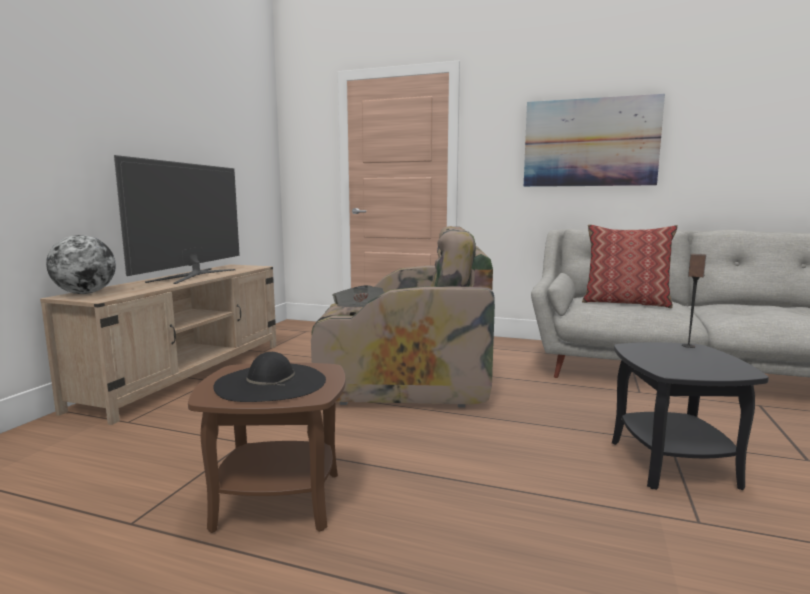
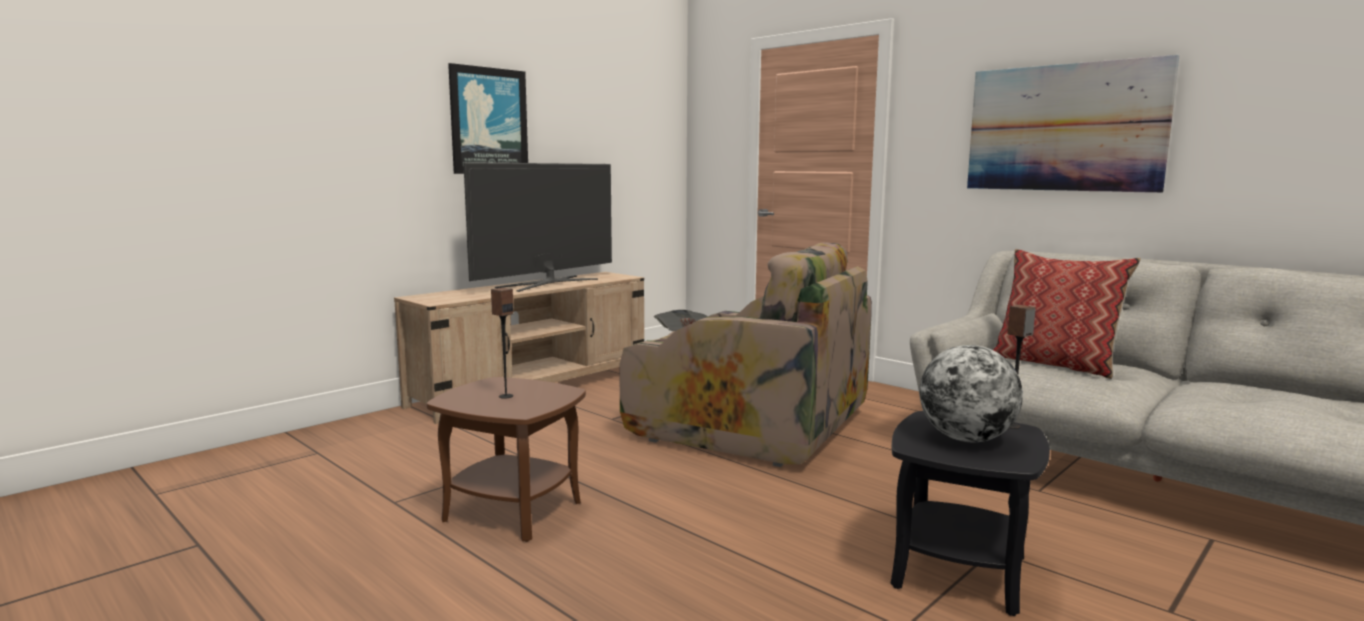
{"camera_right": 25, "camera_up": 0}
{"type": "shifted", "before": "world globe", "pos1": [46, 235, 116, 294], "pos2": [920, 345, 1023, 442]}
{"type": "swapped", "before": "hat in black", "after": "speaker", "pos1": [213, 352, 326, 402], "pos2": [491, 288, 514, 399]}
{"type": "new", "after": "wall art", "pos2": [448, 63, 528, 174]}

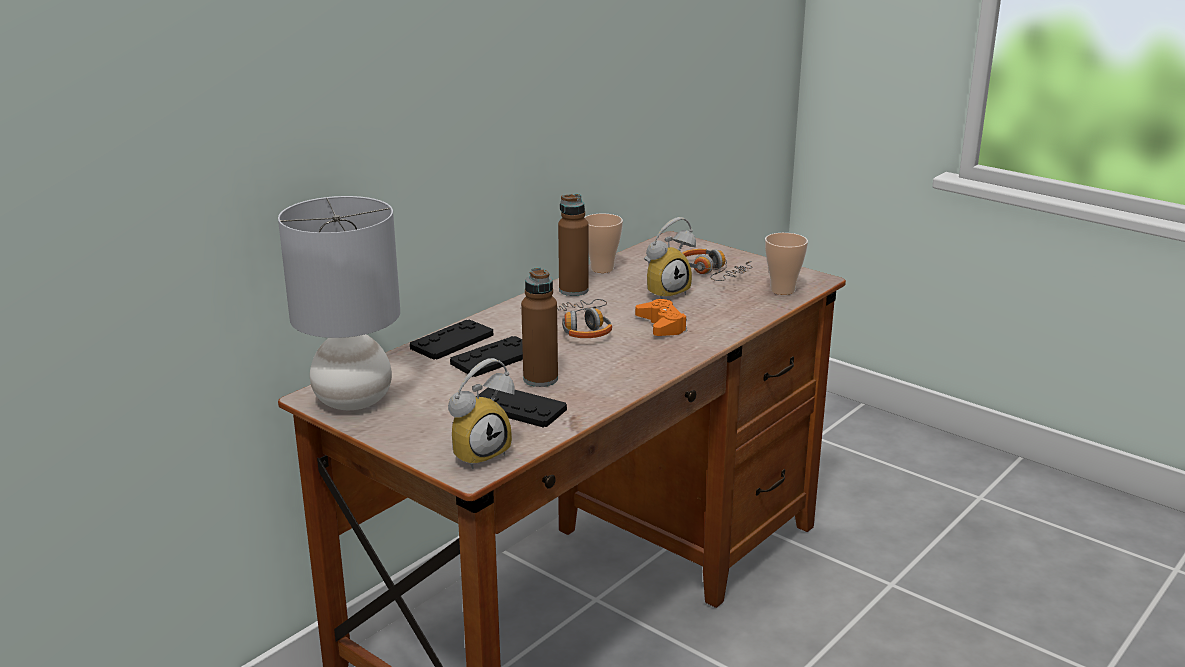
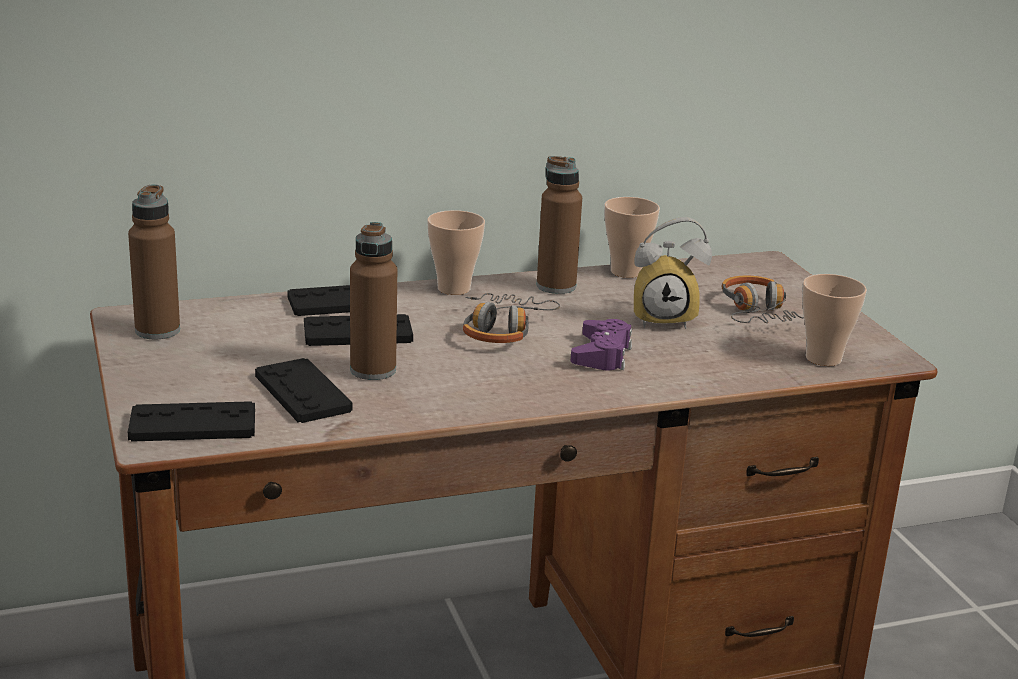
{"camera_right": 30, "camera_up": 0}
{"type": "swapped", "before": "lamp for a table in gray", "after": "beverage bottle in brown", "pos1": [278, 196, 400, 410], "pos2": [128, 184, 180, 339]}
{"type": "repainted", "before": "game controller in orange-coloured", "after": "game controller in purplish", "pos1": [635, 299, 687, 336], "pos2": [571, 319, 632, 370]}
{"type": "swapped", "before": "alarm clock", "after": "game controller in black", "pos1": [448, 358, 515, 469], "pos2": [128, 401, 255, 442]}
{"type": "new", "after": "drinking cup", "pos2": [427, 210, 485, 295]}

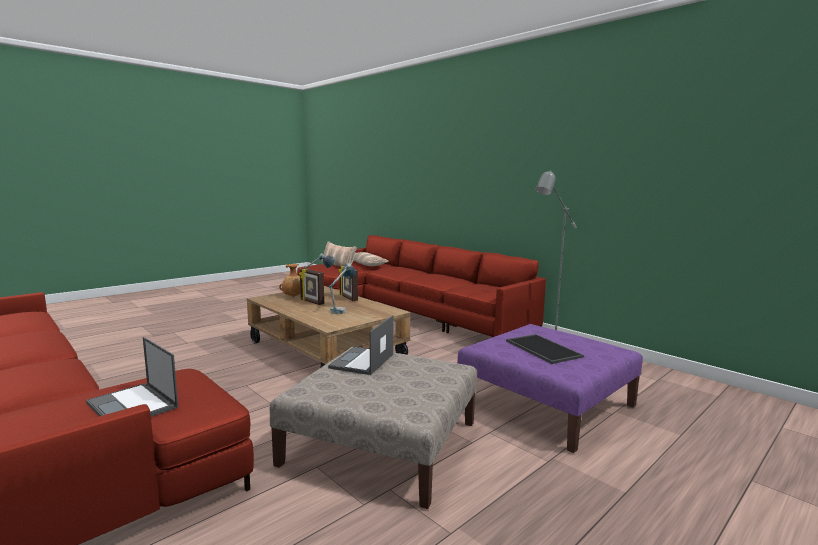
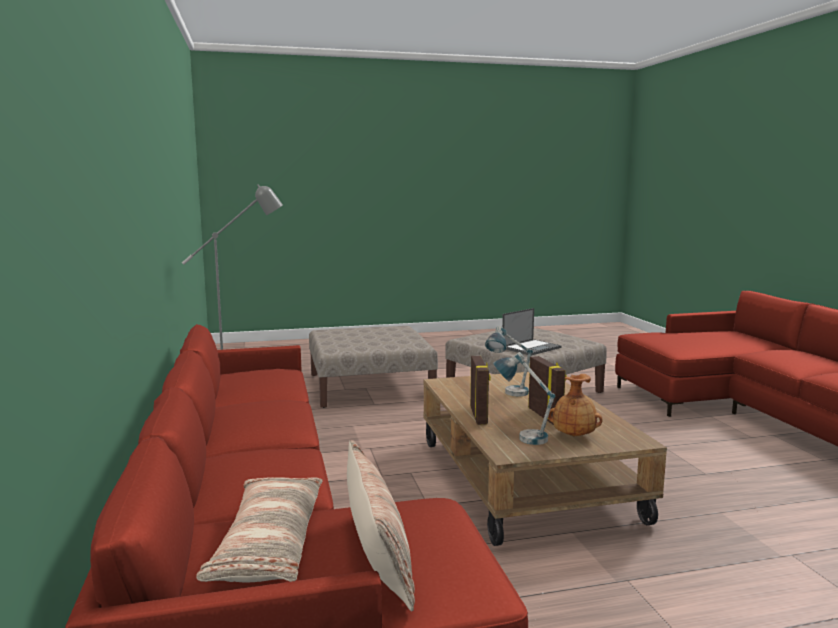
{"camera_right": -150, "camera_up": 0}
{"type": "repainted", "before": "pouffe in purplish", "after": "pouffe in beige-coloured", "pos1": [457, 324, 643, 453], "pos2": [309, 326, 438, 408]}
{"type": "gone", "before": "tray", "pos1": [506, 334, 584, 364]}
{"type": "gone", "before": "notebook computer", "pos1": [86, 337, 178, 417]}

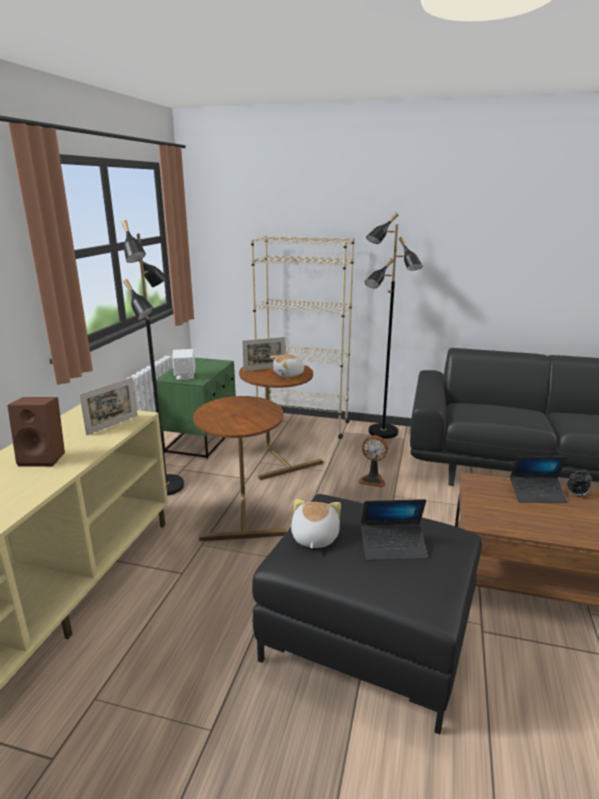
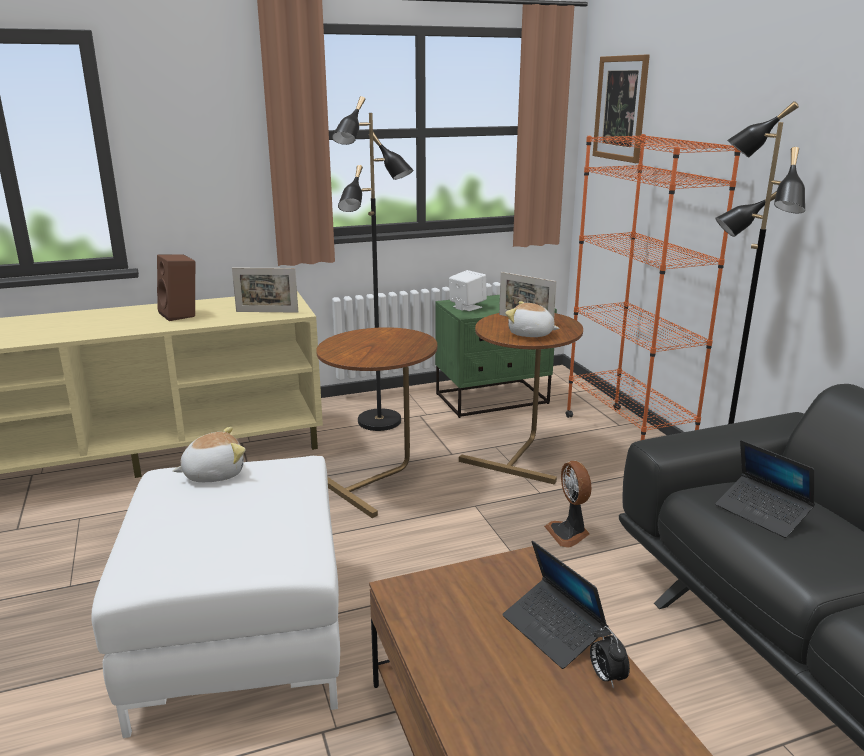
{"camera_right": 55, "camera_up": 0}
{"type": "repainted", "before": "bookshelf in beige-coloured", "after": "bookshelf in orange-coloured", "pos1": [251, 236, 354, 439], "pos2": [566, 134, 740, 440]}
{"type": "repainted", "before": "pouffe in black", "after": "pouffe in white-coloured", "pos1": [252, 494, 482, 734], "pos2": [91, 456, 340, 738]}
{"type": "shifted", "before": "notebook computer", "pos1": [360, 499, 428, 561], "pos2": [715, 440, 815, 538]}
{"type": "new", "after": "wall art", "pos2": [593, 54, 650, 163]}

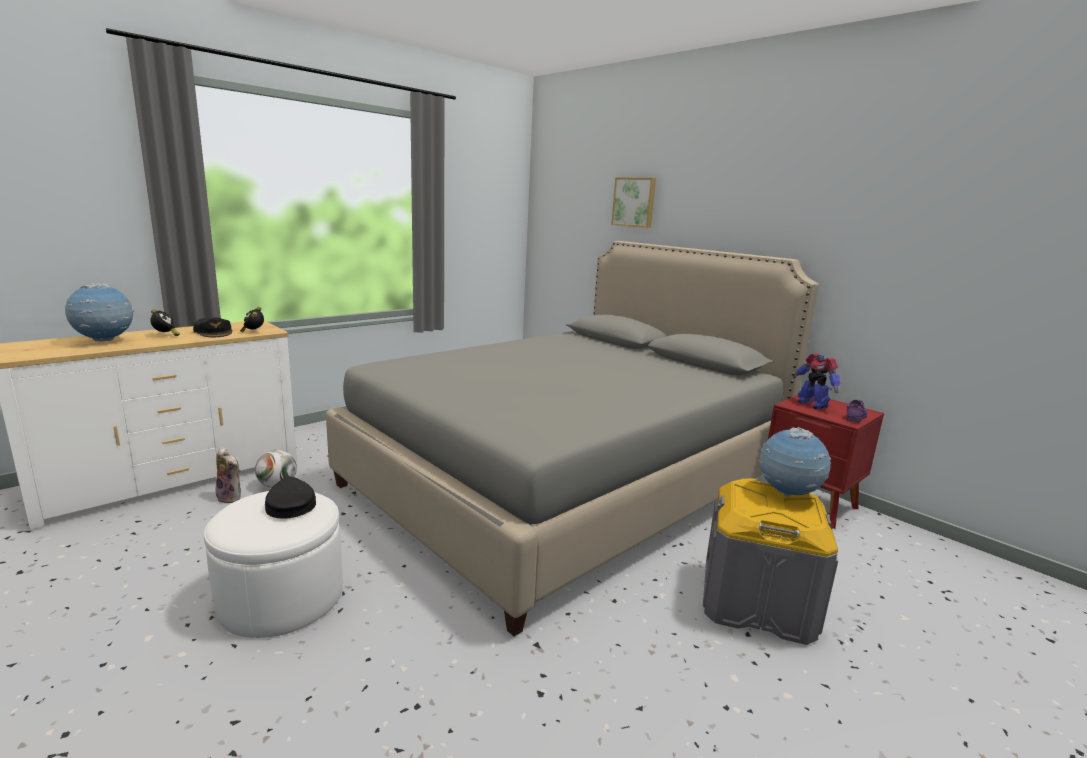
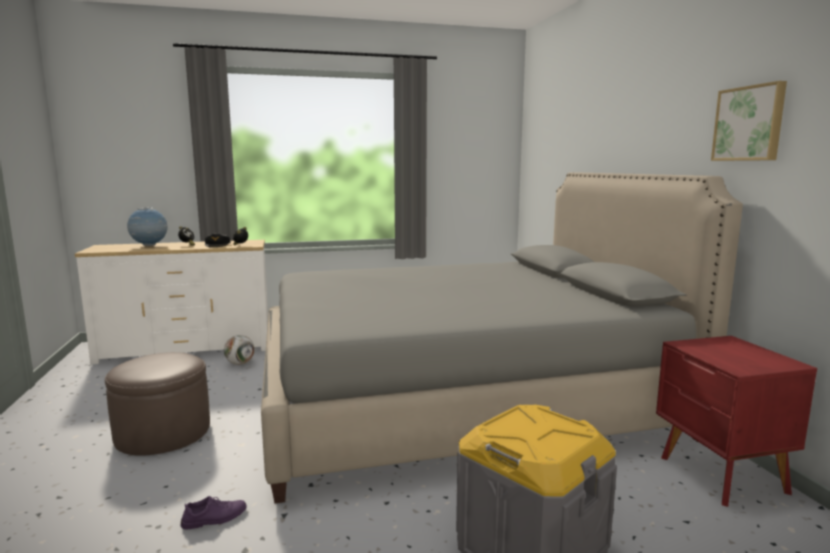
{"camera_right": 30, "camera_up": -5}
{"type": "shifted", "before": "wall art", "pos1": [611, 177, 656, 228], "pos2": [711, 81, 787, 161]}
{"type": "gone", "before": "model robot", "pos1": [793, 354, 840, 409]}
{"type": "shifted", "before": "item of footwear in purplish", "pos1": [846, 400, 868, 422], "pos2": [181, 496, 247, 530]}
{"type": "gone", "before": "world globe", "pos1": [758, 427, 831, 497]}
{"type": "gone", "before": "soft toy", "pos1": [214, 447, 241, 504]}
{"type": "gone", "before": "peaked cap in black", "pos1": [265, 476, 316, 519]}
{"type": "repainted", "before": "pouffe in white-coloured", "after": "pouffe in brown", "pos1": [204, 491, 343, 638], "pos2": [105, 352, 210, 456]}

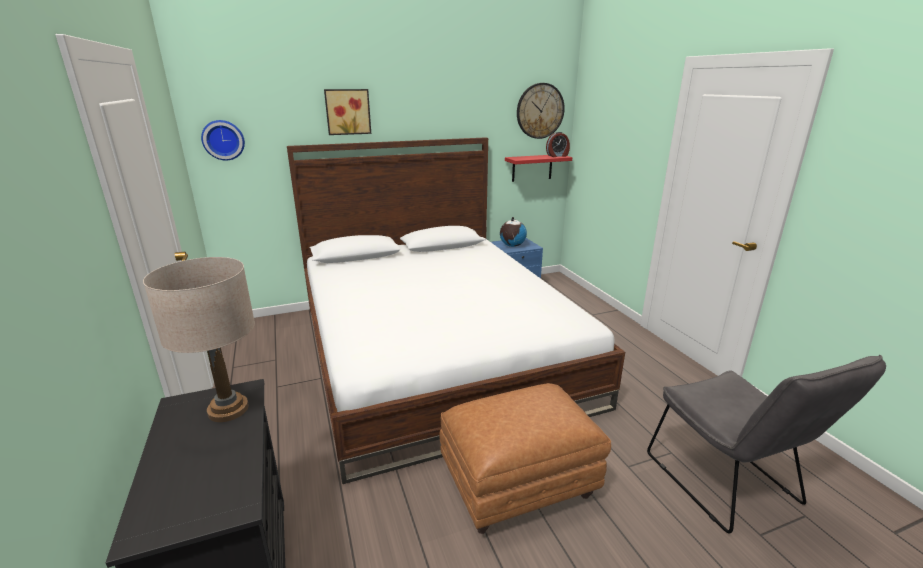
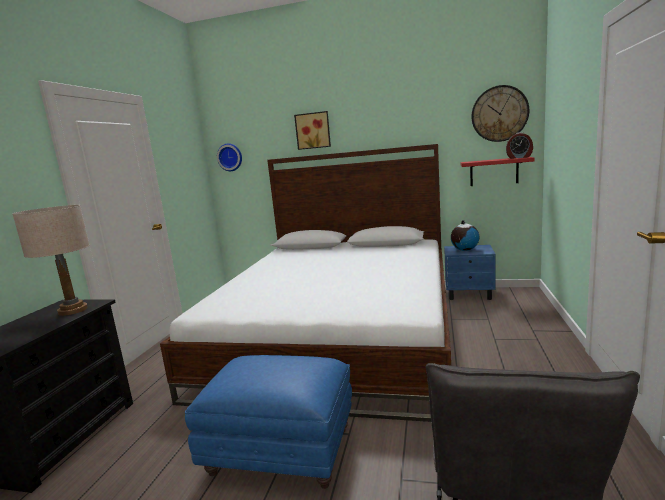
{"camera_right": 35, "camera_up": -10}
{"type": "repainted", "before": "pouffe in brown", "after": "pouffe in blue-coloured", "pos1": [439, 383, 611, 534], "pos2": [185, 355, 352, 489]}

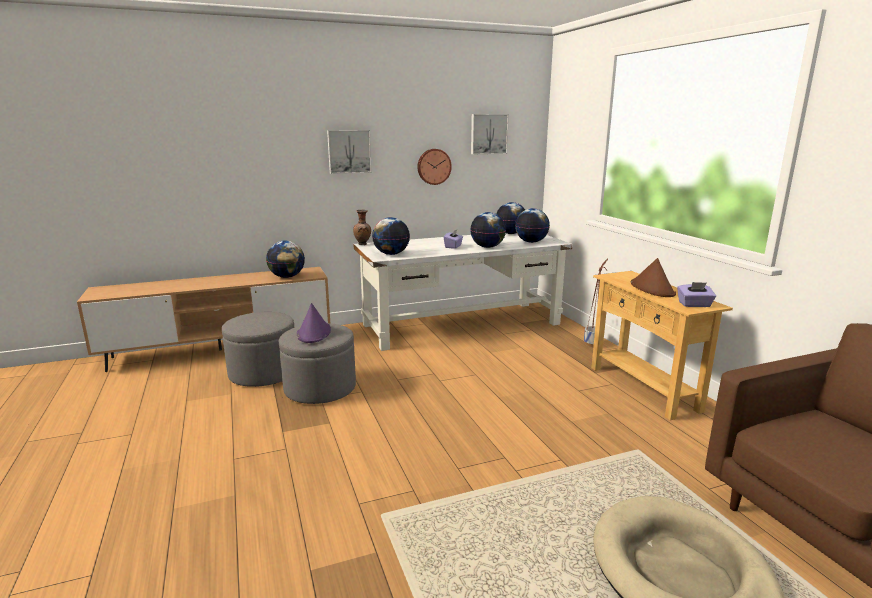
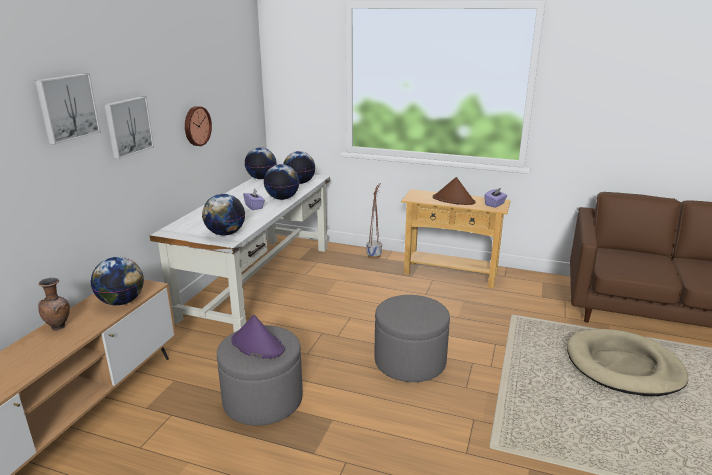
{"camera_right": -50, "camera_up": 5}
{"type": "shifted", "before": "wall art", "pos1": [471, 114, 509, 155], "pos2": [35, 73, 101, 145]}
{"type": "shifted", "before": "flower vase in brown", "pos1": [353, 210, 371, 245], "pos2": [38, 278, 70, 331]}
{"type": "shifted", "before": "pouffe in gray", "pos1": [222, 312, 294, 387], "pos2": [374, 295, 450, 382]}

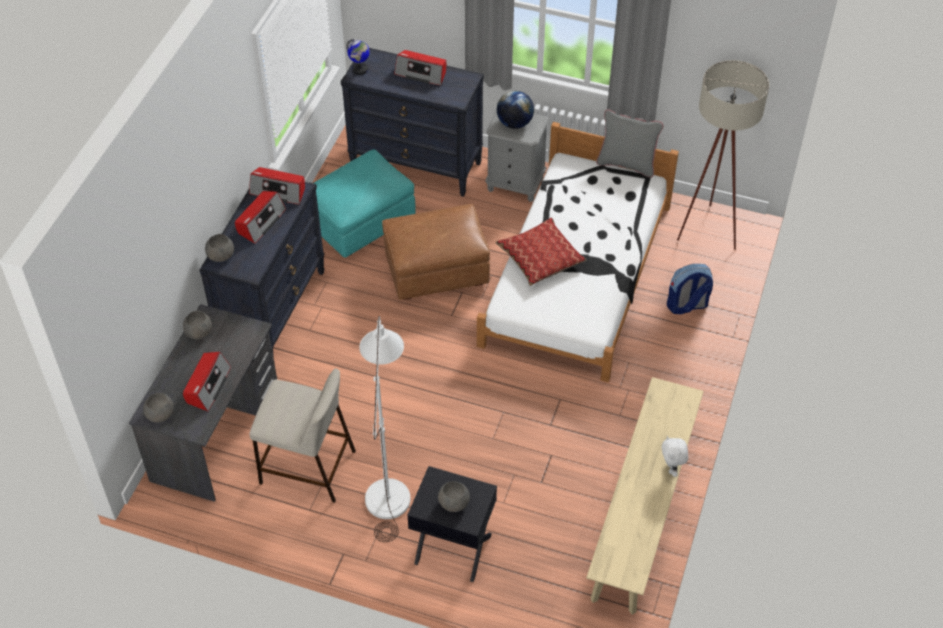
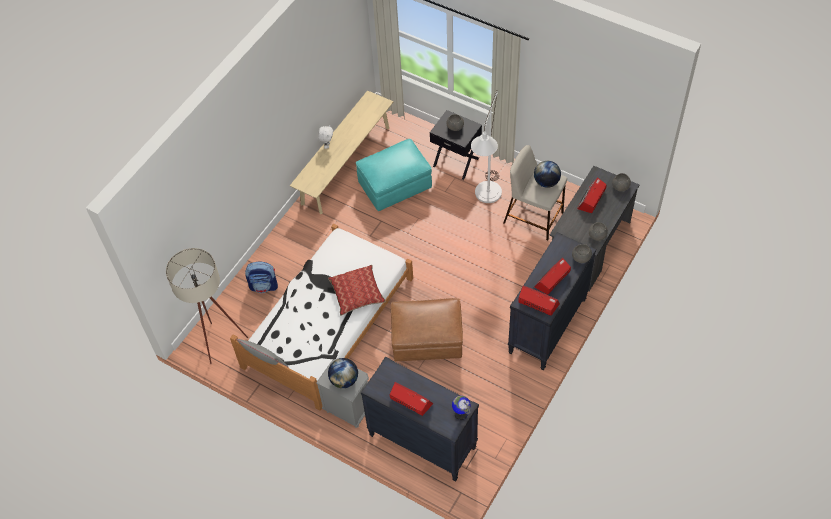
{"camera_right": -165, "camera_up": 5}
{"type": "shifted", "before": "pouffe in turquoise", "pos1": [314, 149, 416, 258], "pos2": [356, 139, 432, 211]}
{"type": "new", "after": "world globe", "pos2": [534, 161, 561, 188]}

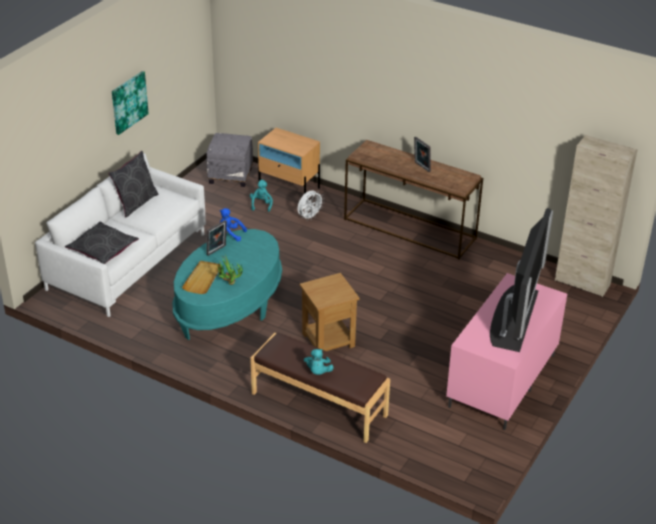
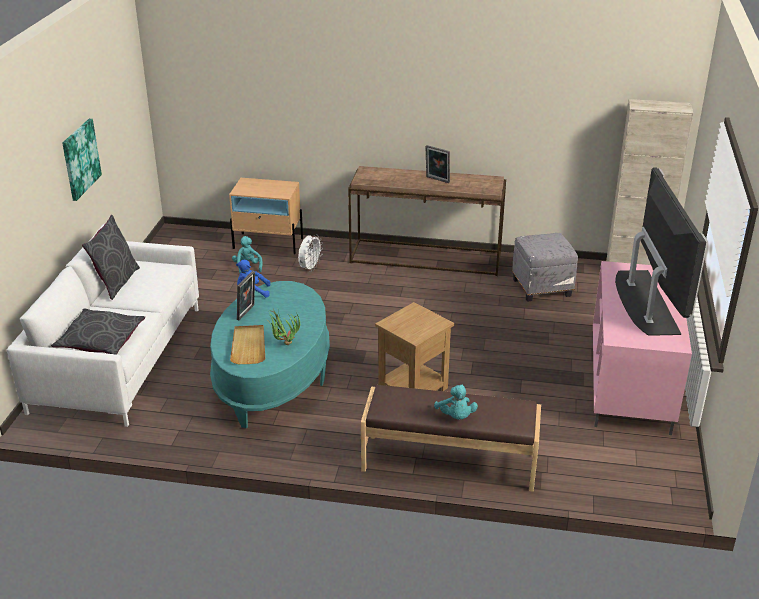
{"camera_right": -20, "camera_up": -5}
{"type": "shifted", "before": "pouffe in gray", "pos1": [206, 133, 253, 187], "pos2": [512, 233, 578, 302]}

